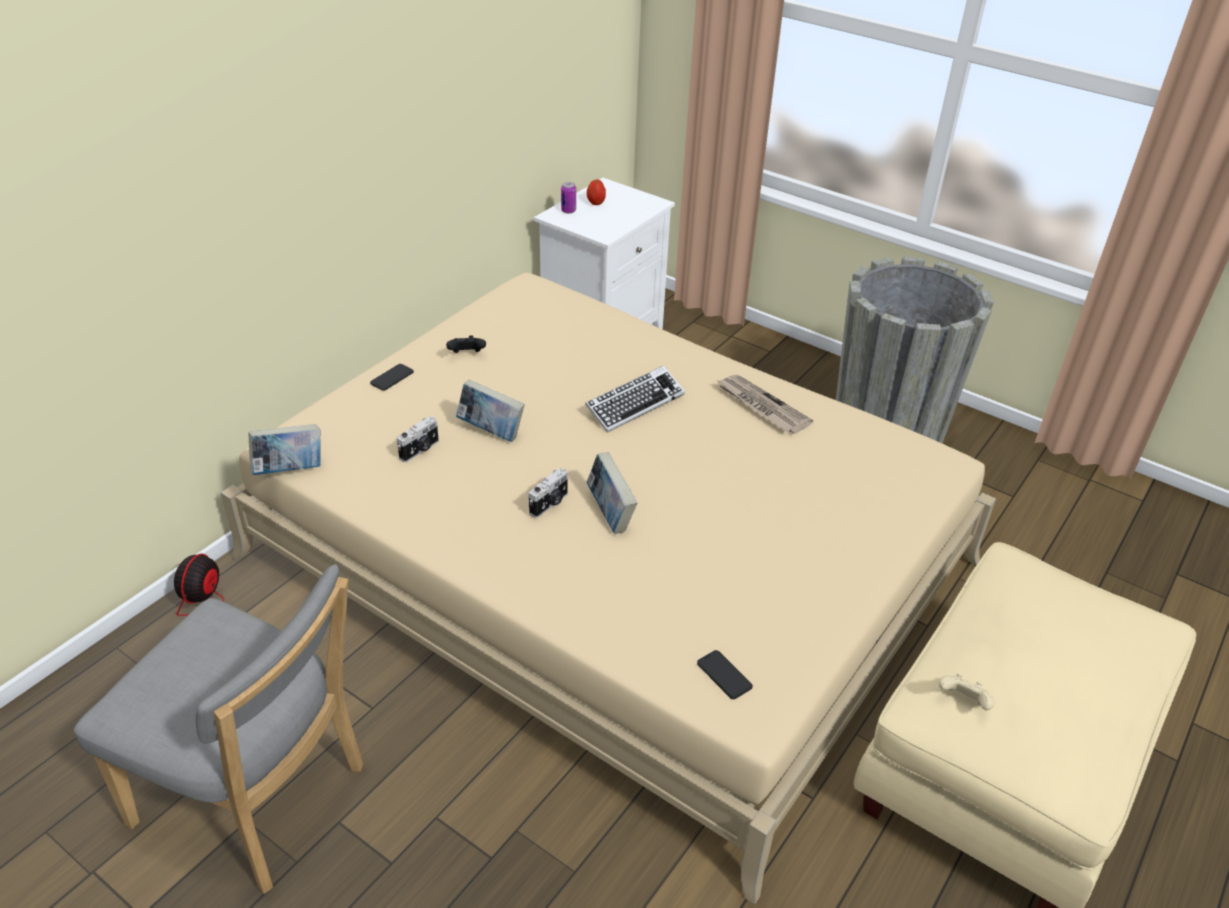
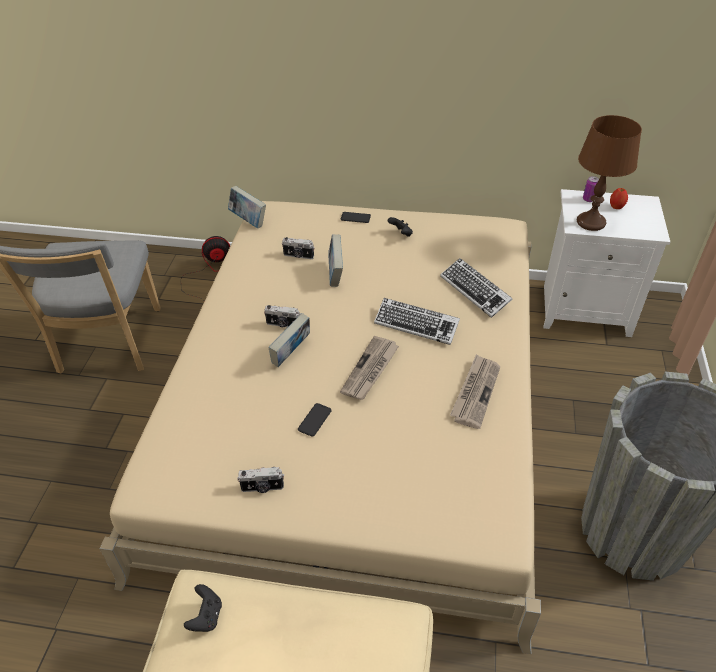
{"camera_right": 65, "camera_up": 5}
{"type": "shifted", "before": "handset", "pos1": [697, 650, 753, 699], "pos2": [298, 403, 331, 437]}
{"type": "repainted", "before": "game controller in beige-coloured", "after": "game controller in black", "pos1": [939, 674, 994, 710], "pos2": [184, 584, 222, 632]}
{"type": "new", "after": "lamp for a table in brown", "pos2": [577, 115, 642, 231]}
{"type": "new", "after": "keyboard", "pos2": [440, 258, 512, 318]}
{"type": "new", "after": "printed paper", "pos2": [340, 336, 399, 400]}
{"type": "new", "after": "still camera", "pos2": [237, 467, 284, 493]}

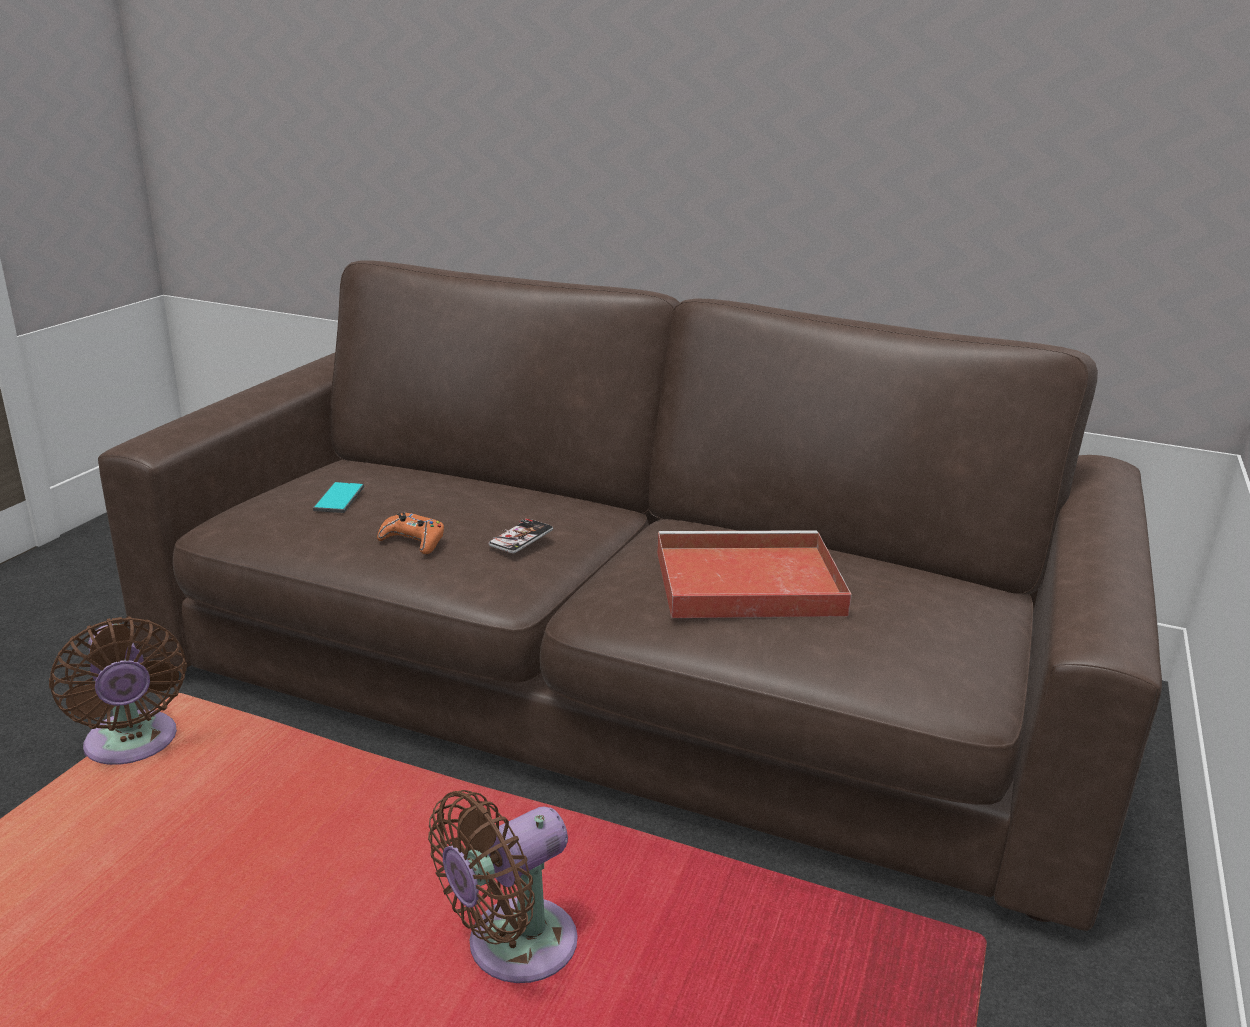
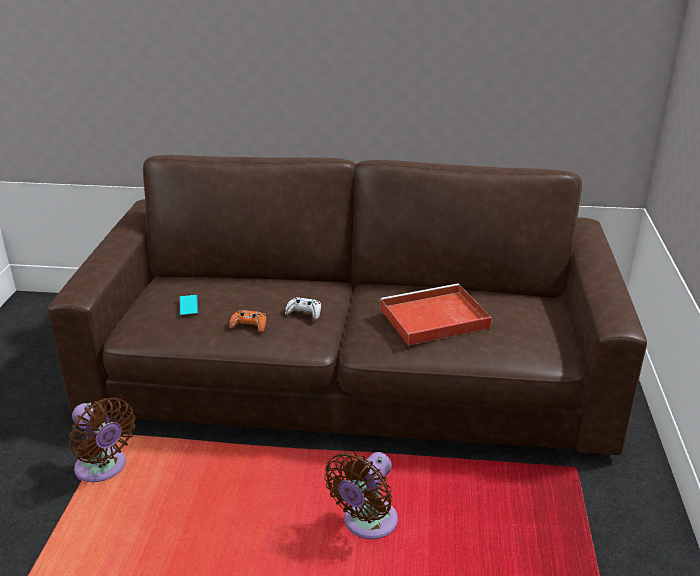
{"camera_right": -15, "camera_up": 5}
{"type": "swapped", "before": "handset", "after": "game controller in white-coloured", "pos1": [488, 519, 553, 553], "pos2": [285, 298, 321, 320]}

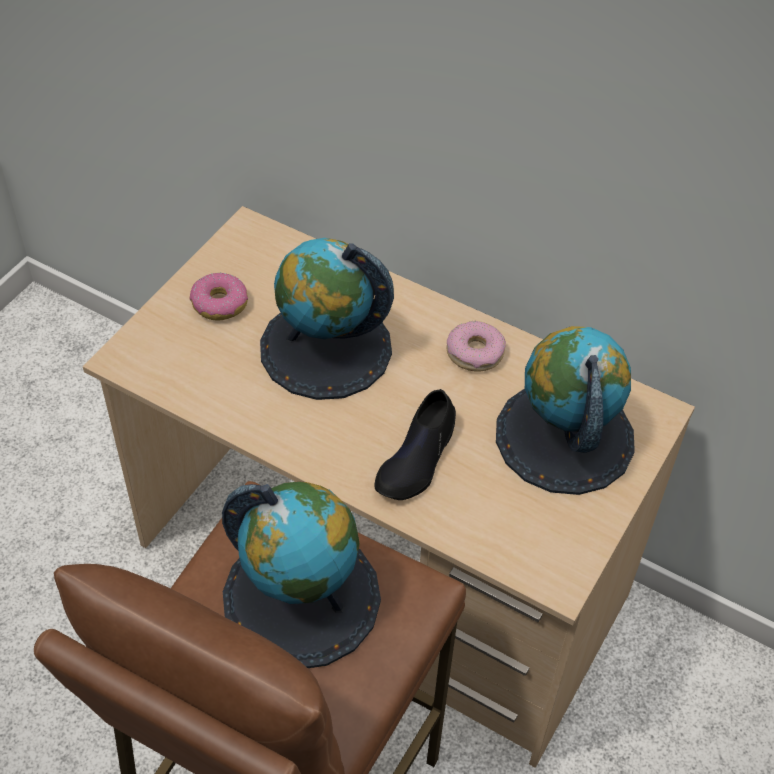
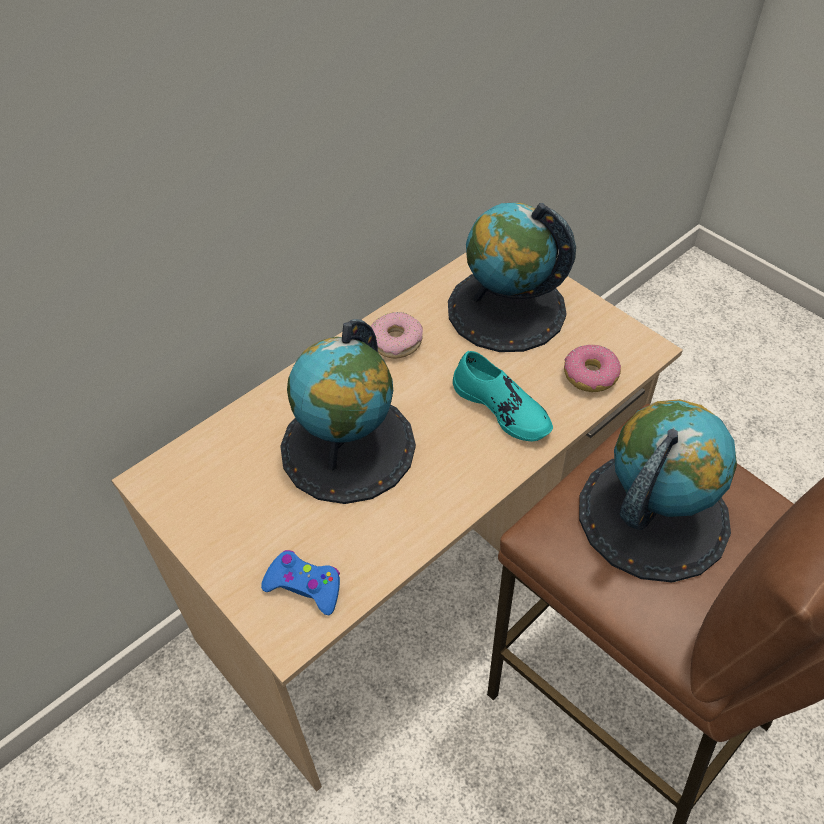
{"camera_right": -70, "camera_up": 0}
{"type": "shifted", "before": "doughnut", "pos1": [190, 273, 248, 321], "pos2": [564, 345, 621, 392]}
{"type": "repainted", "before": "item of footwear in black", "after": "item of footwear in turquoise", "pos1": [374, 389, 456, 500], "pos2": [453, 351, 553, 441]}
{"type": "new", "after": "game controller in blue-coloured", "pos2": [261, 550, 340, 615]}

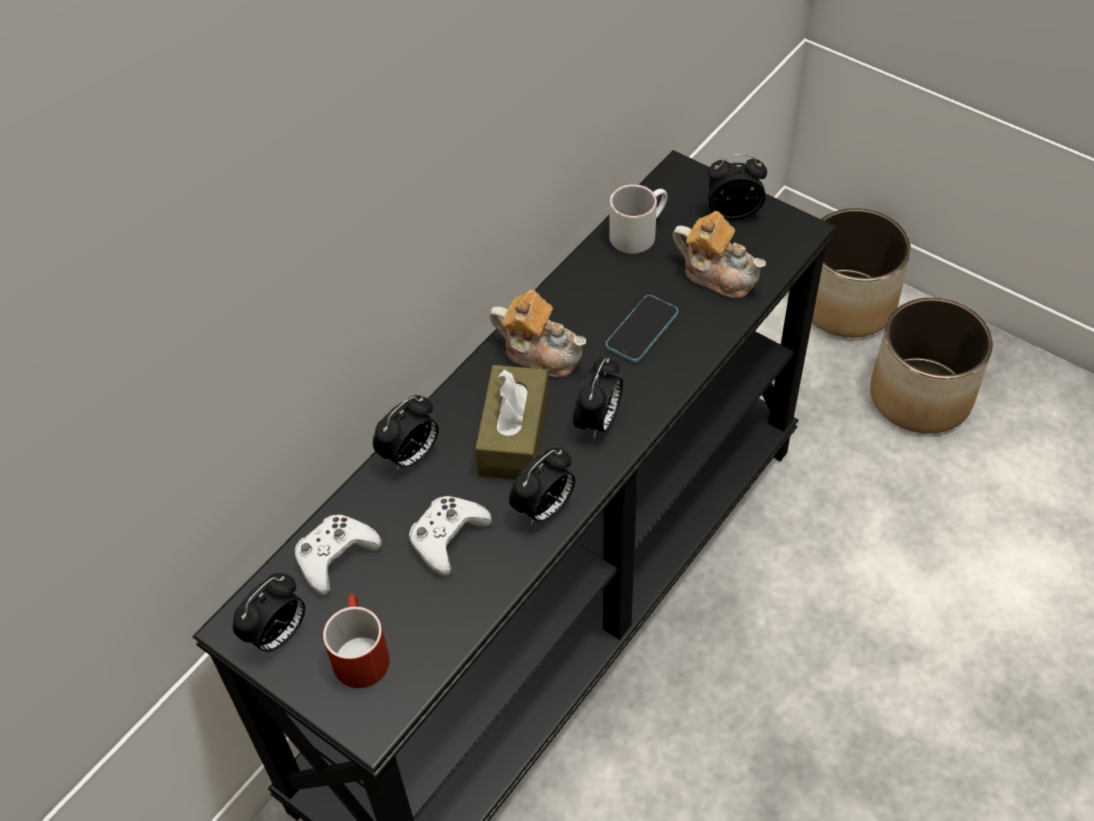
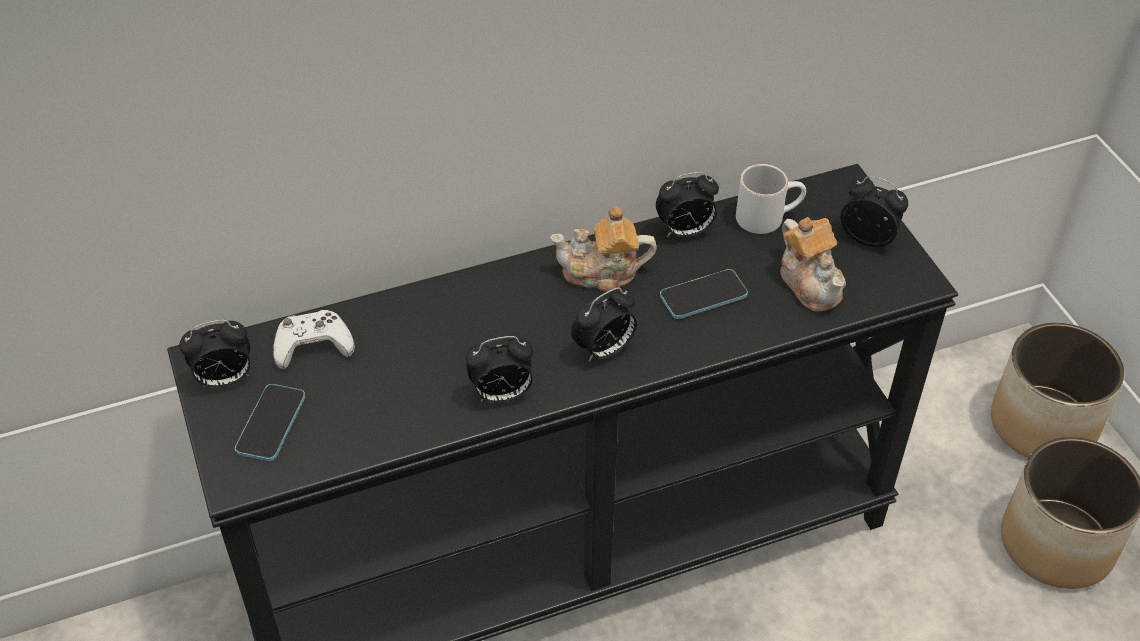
{"camera_right": 30, "camera_up": -5}
{"type": "rotated", "before": "teapot", "pos1": [490, 290, 586, 378], "pos2": [550, 206, 657, 292], "turn": 120}
{"type": "gone", "before": "tissue box in brown", "pos1": [475, 365, 549, 480]}
{"type": "shifted", "before": "alarm clock", "pos1": [373, 395, 439, 471], "pos2": [656, 172, 719, 237]}
{"type": "gone", "before": "game controller in white-coloured", "pos1": [409, 496, 492, 576]}
{"type": "swapped", "before": "tea mug in reddish", "after": "handset", "pos1": [323, 594, 390, 688], "pos2": [235, 384, 305, 461]}

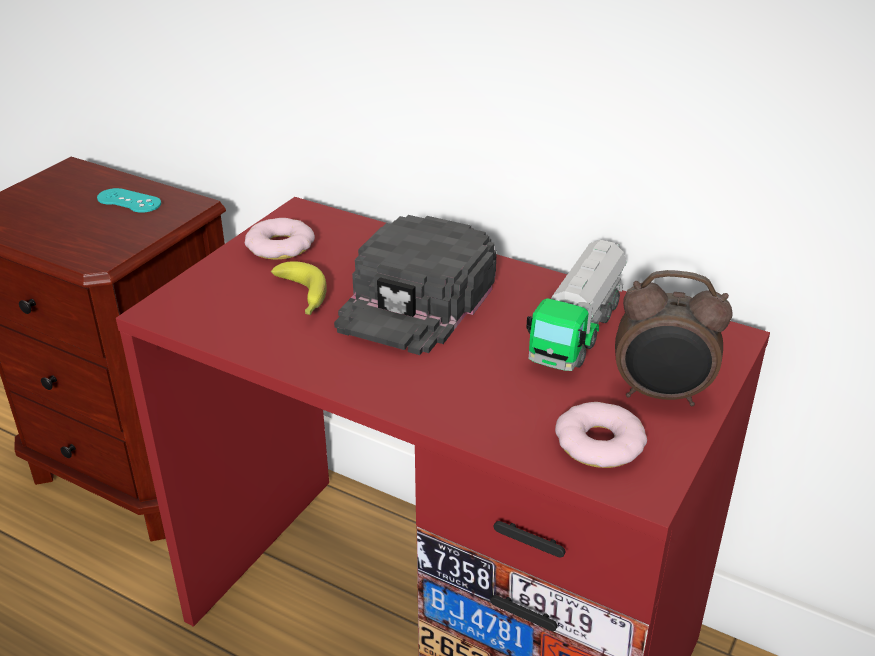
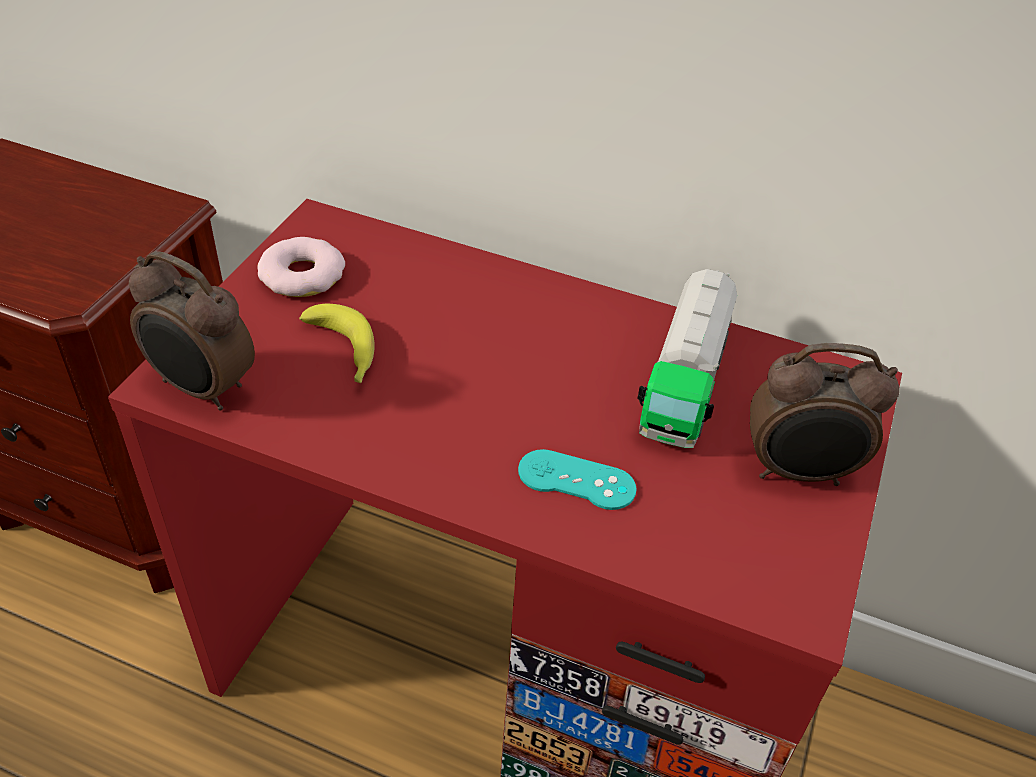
{"camera_right": -10, "camera_up": 10}
{"type": "shifted", "before": "game controller in turquoise", "pos1": [97, 188, 161, 213], "pos2": [518, 449, 637, 510]}
{"type": "gone", "before": "peaked cap in black", "pos1": [334, 215, 497, 355]}
{"type": "gone", "before": "doughnut", "pos1": [555, 402, 647, 468]}
{"type": "new", "after": "alarm clock", "pos2": [129, 251, 255, 411]}

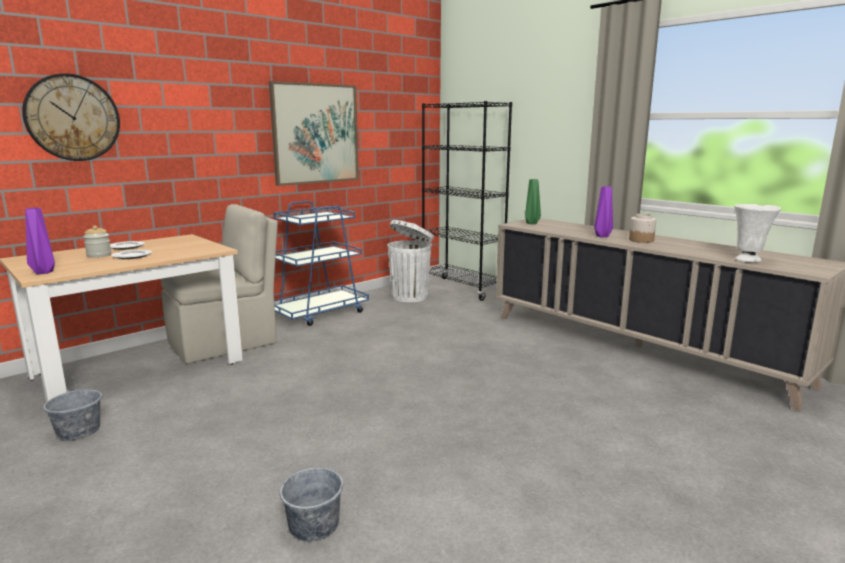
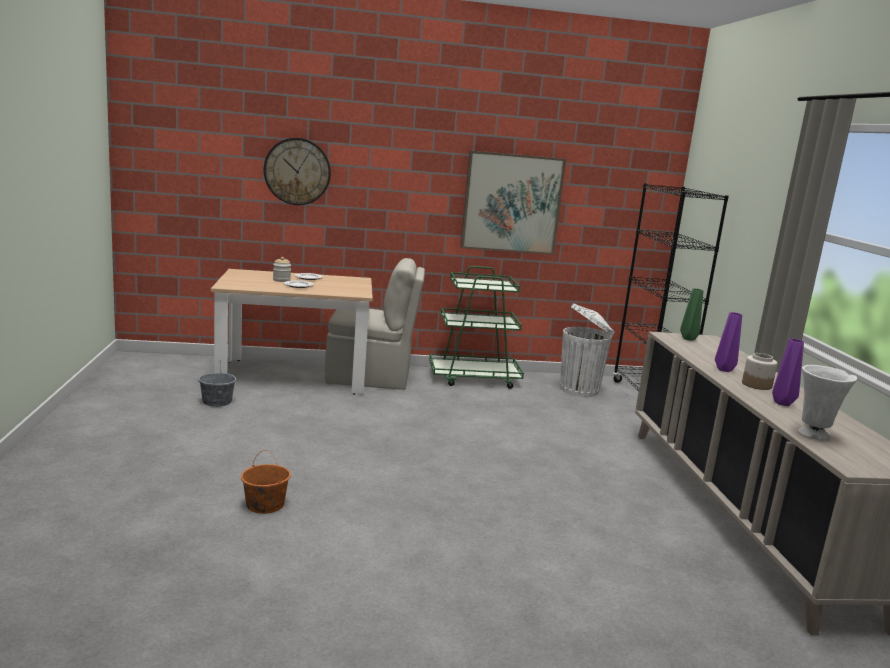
{"camera_right": 35, "camera_up": 0}
{"type": "repainted", "before": "trolley in blue-coloured", "after": "trolley in green", "pos1": [274, 201, 369, 326], "pos2": [429, 266, 524, 389]}
{"type": "shifted", "before": "flower vase in purplish", "pos1": [25, 208, 55, 274], "pos2": [772, 339, 804, 406]}
{"type": "repainted", "before": "bucket in gray", "after": "bucket in orange-coloured", "pos1": [280, 454, 343, 541], "pos2": [241, 450, 291, 514]}

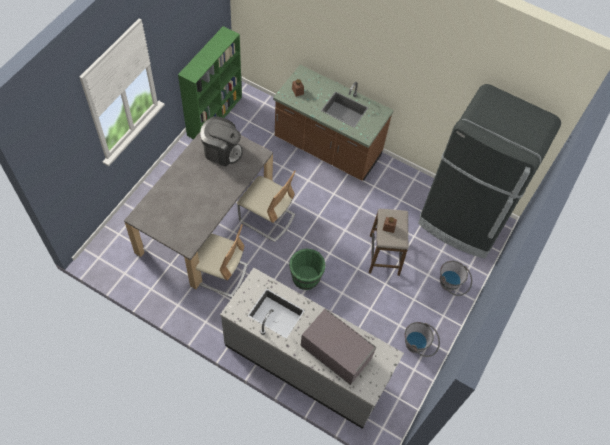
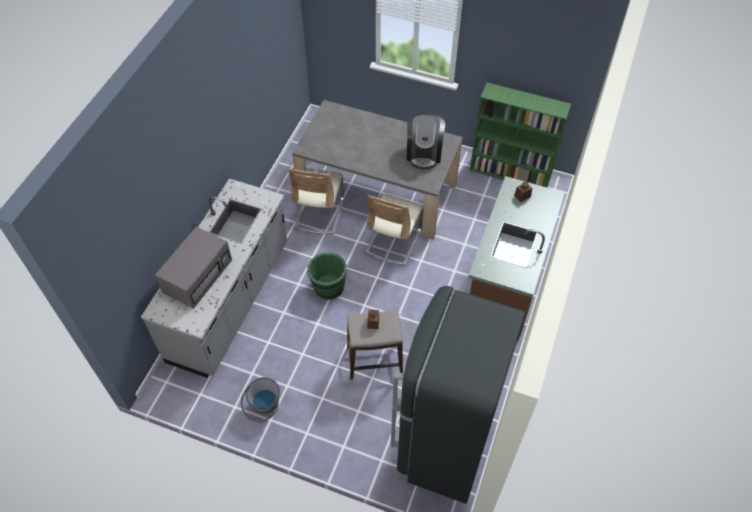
{"camera_right": 85, "camera_up": -5}
{"type": "gone", "before": "bucket in gray", "pos1": [440, 261, 472, 296]}

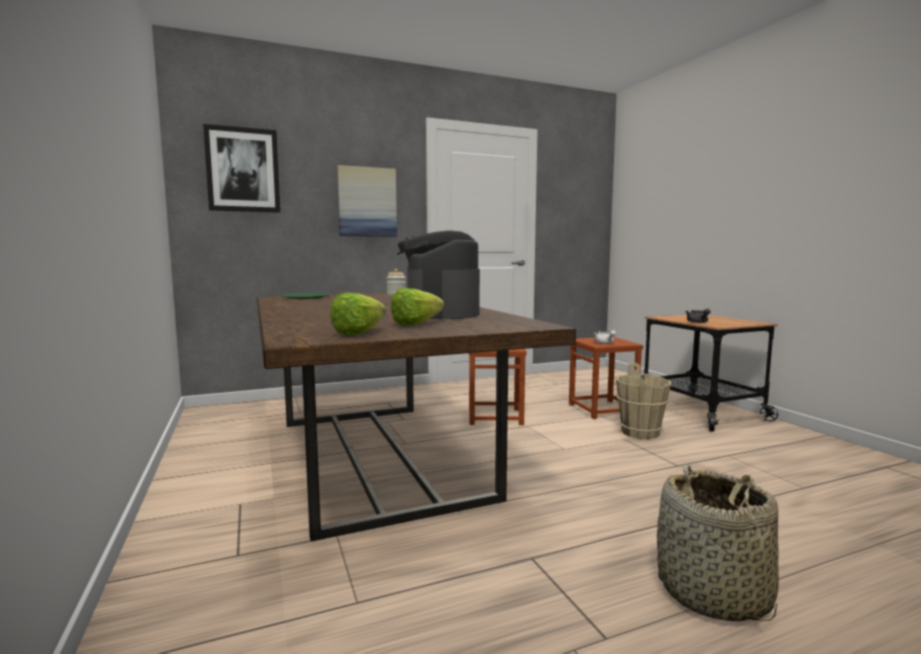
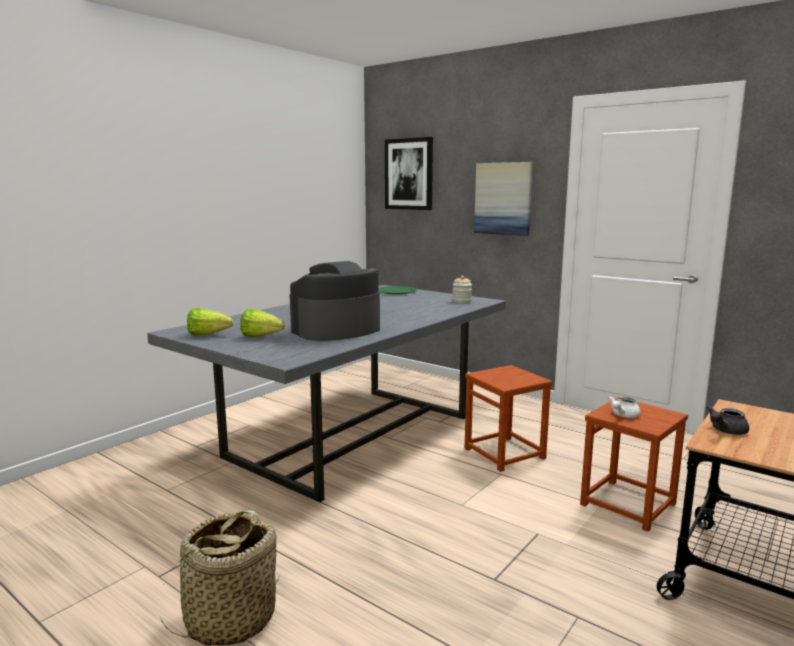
{"camera_right": 60, "camera_up": 5}
{"type": "repainted", "before": "dinner table in brown", "after": "dinner table in gray", "pos1": [257, 293, 576, 541], "pos2": [147, 285, 506, 502]}
{"type": "gone", "before": "bucket in beige-coloured", "pos1": [616, 363, 671, 439]}

